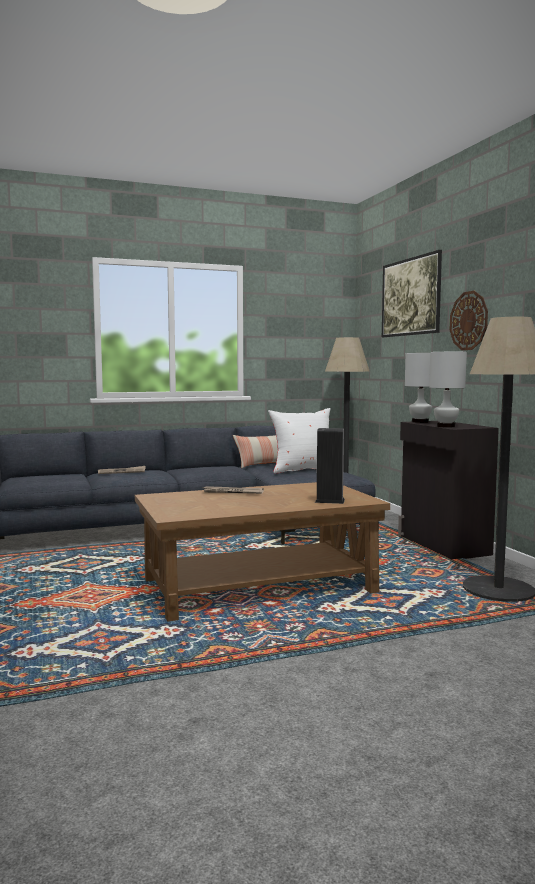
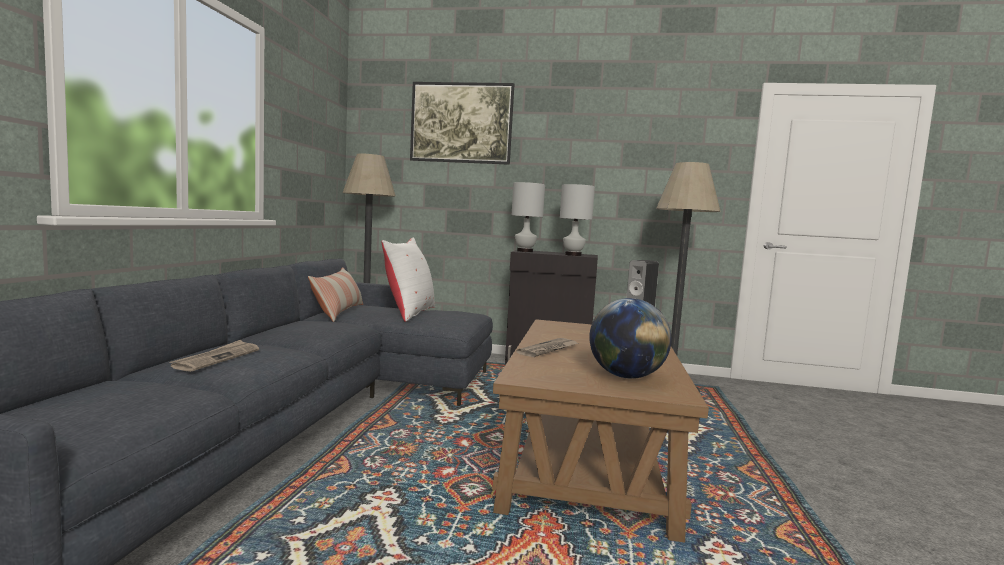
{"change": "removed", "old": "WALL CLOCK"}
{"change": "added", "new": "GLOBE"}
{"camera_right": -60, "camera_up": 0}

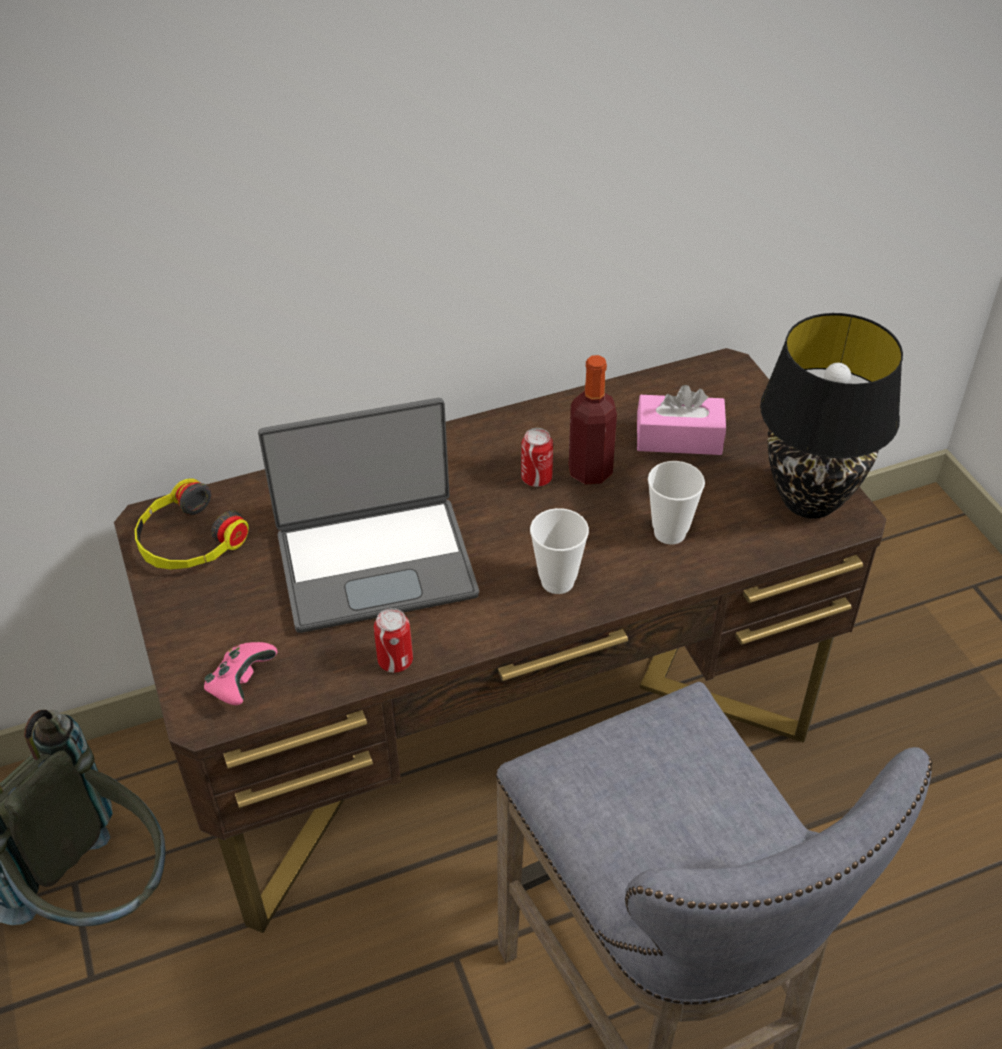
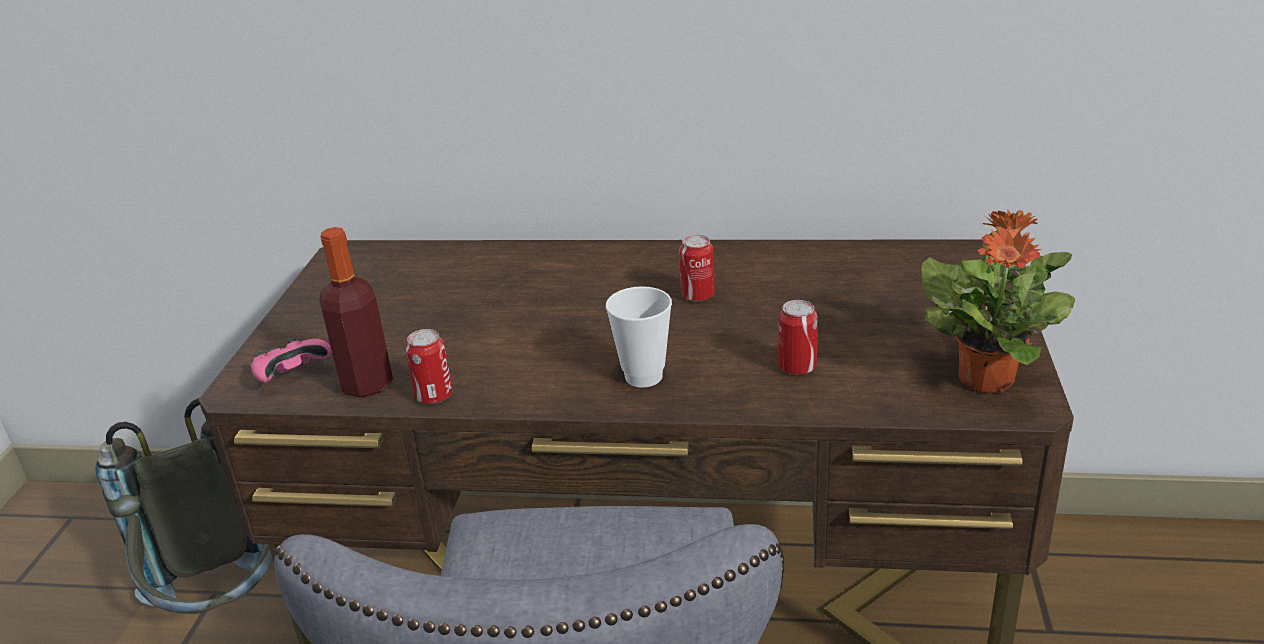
{"change": "replaced", "old": "BLACK TABLE LAMP", "new": "POTTED PLANT"}
{"change": "moved", "old": "BOTTLE"}
{"change": "removed", "old": "PINK TISSUE BOX"}
{"change": "removed", "old": "LAPTOP"}
{"change": "replaced", "old": "CUP (2nd from left)", "new": "CAN (3rd from left)"}
{"change": "removed", "old": "HEADPHONES"}
{"camera_right": 30, "camera_up": -15}

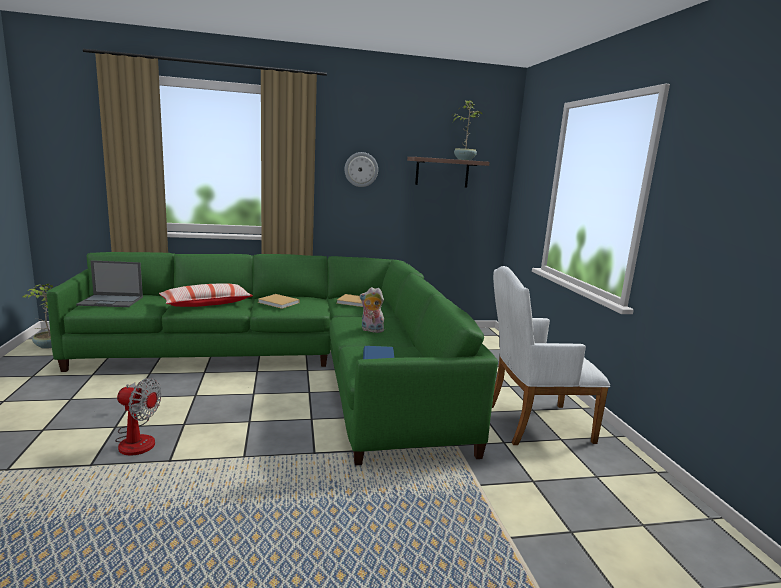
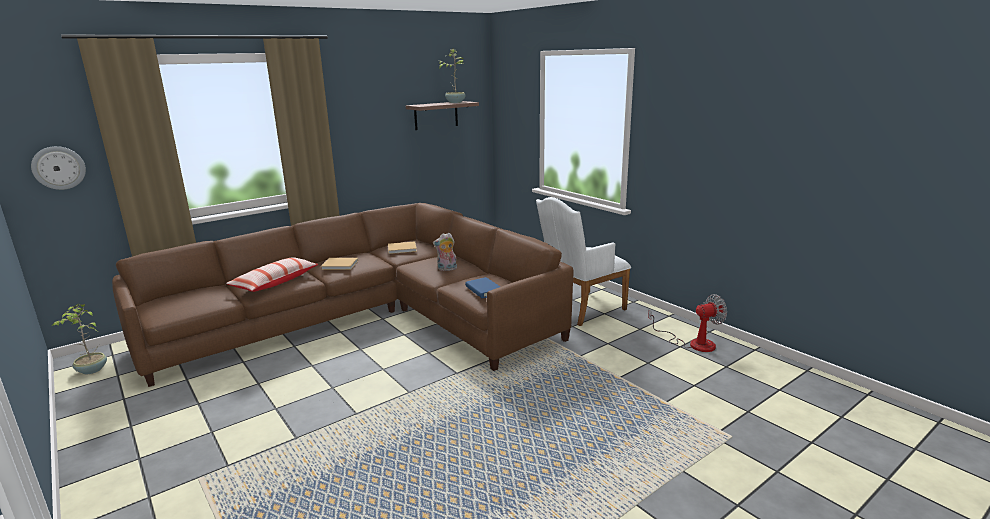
{"change": "moved", "old": "WALL CLOCK"}
{"change": "recoloured", "old": "GREEN SOFA", "new": "BROWN SOFA"}
{"change": "removed", "old": "LAPTOP"}
{"change": "moved", "old": "FAN"}
{"camera_right": -25, "camera_up": 5}

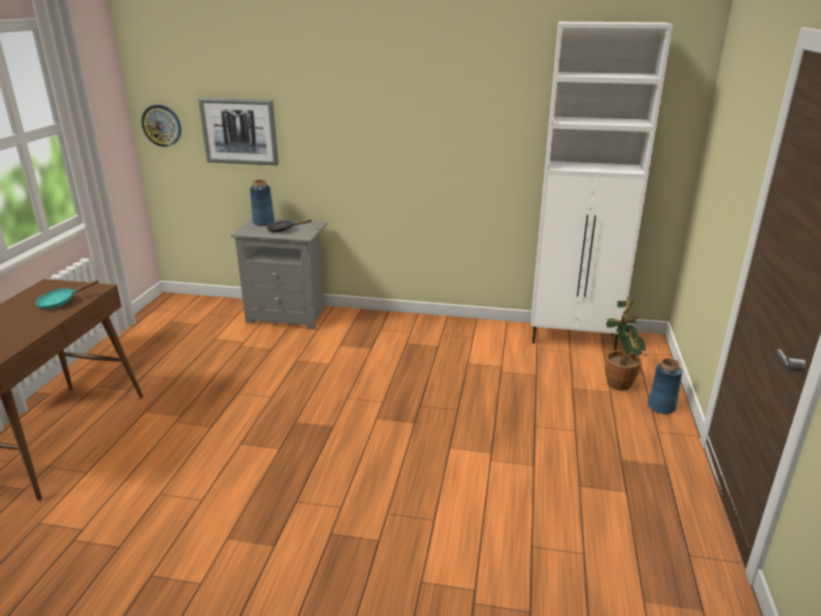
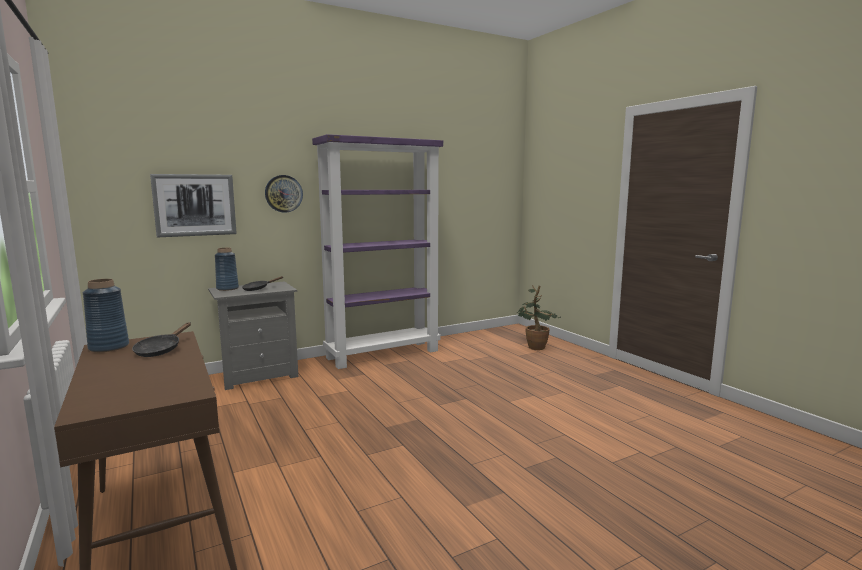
{"change": "removed", "old": "WHITE CABINET"}
{"change": "moved", "old": "WALL CLOCK"}
{"change": "recoloured", "old": "TURQUOISE FRYING PAN", "new": "BLACK FRYING PAN (1st from left)"}
{"change": "moved", "old": "BLUE VASE (2nd from left in the first image)", "new": "BLUE VASE (1st from left)"}
{"change": "added", "new": "PURPLE BOOKCASE"}
{"camera_right": -40, "camera_up": -15}

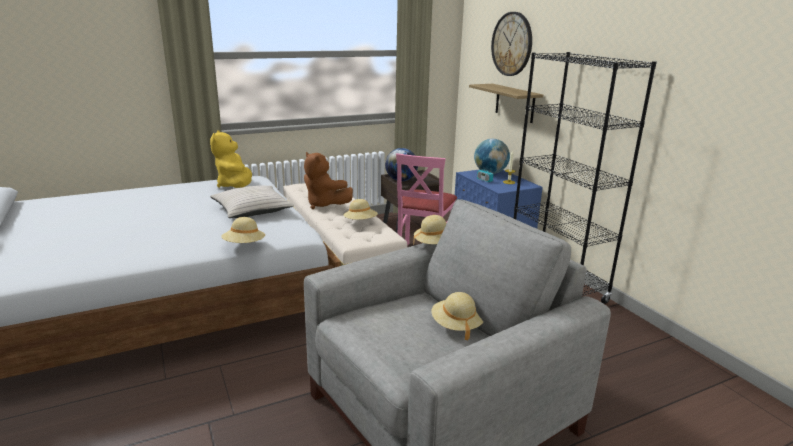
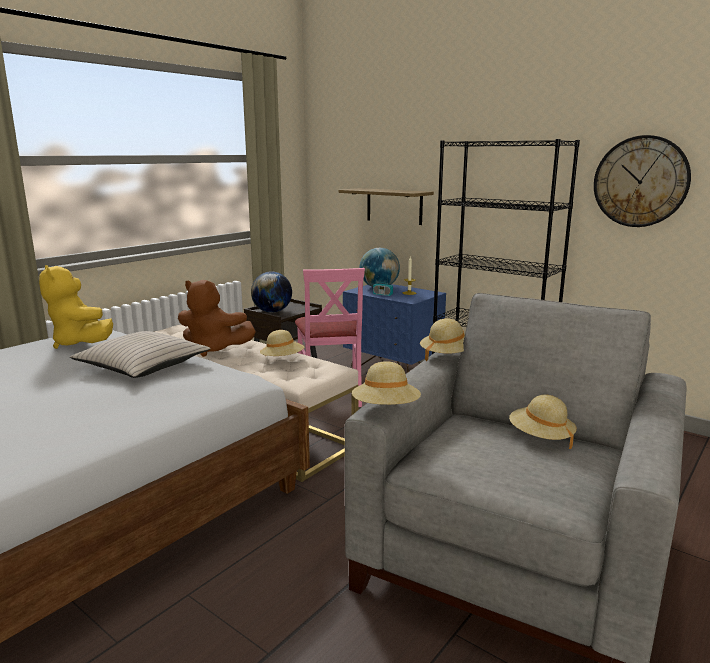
{"change": "moved", "old": "WALL CLOCK"}
{"change": "moved", "old": "BEIGE HAT (1st from left in the first image)", "new": "BEIGE HAT (2nd from left)"}
{"camera_right": -25, "camera_up": -5}

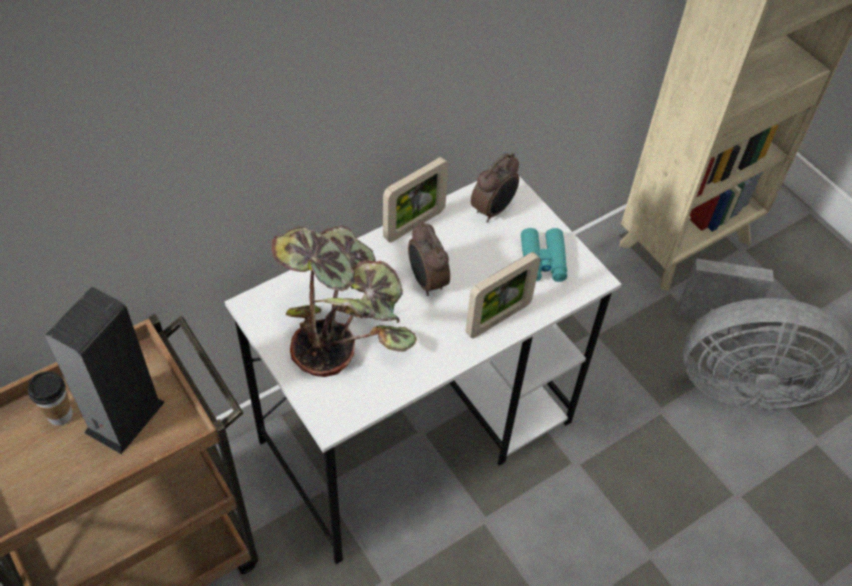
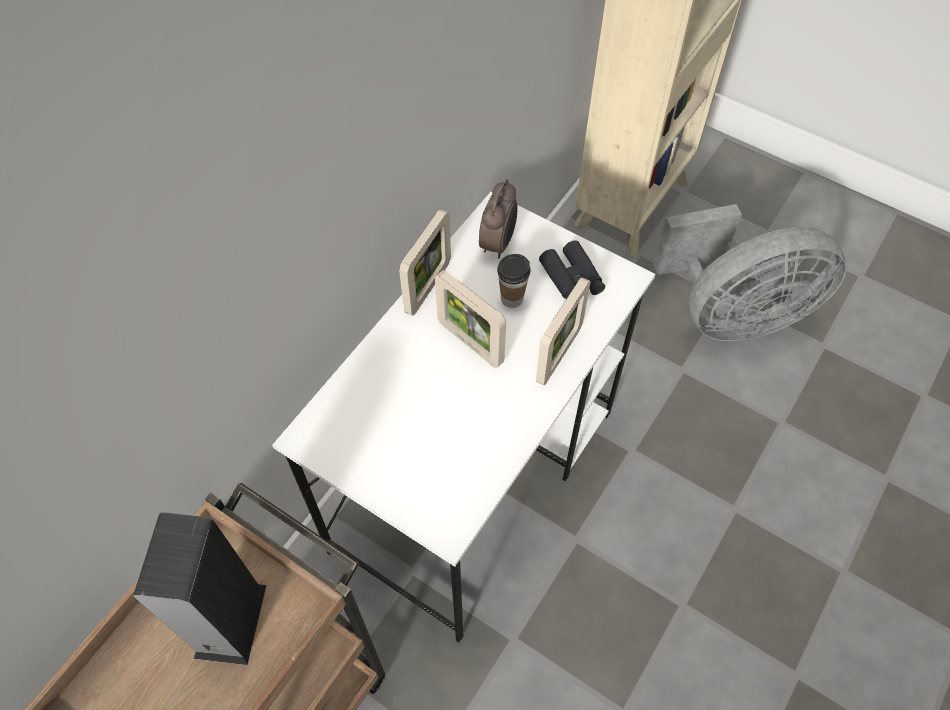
{"change": "replaced", "old": "ALARM CLOCK (1st from left)", "new": "PICTURE FRAME (2nd from left)"}
{"change": "removed", "old": "POTTED PLANT"}
{"change": "recoloured", "old": "TURQUOISE BINOCULARS", "new": "BLACK BINOCULARS"}
{"change": "moved", "old": "CUP"}
{"camera_right": -20, "camera_up": 5}

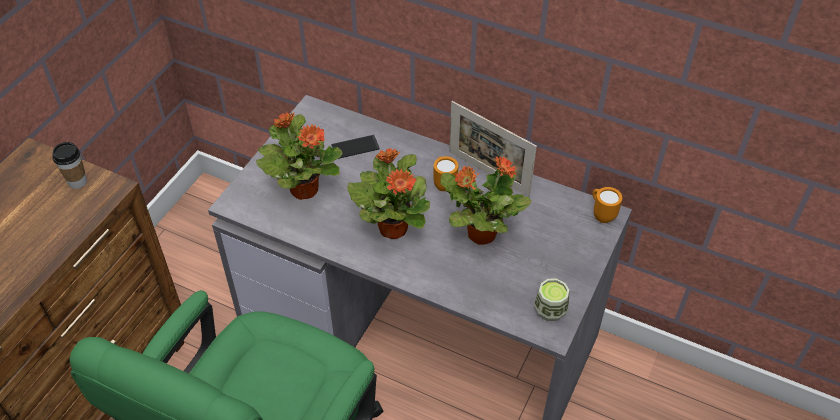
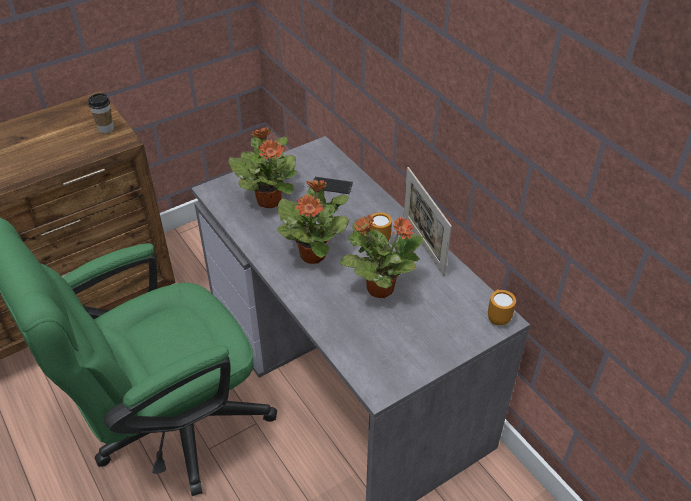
{"change": "removed", "old": "CUP (2nd from left)"}
{"camera_right": 30, "camera_up": -5}

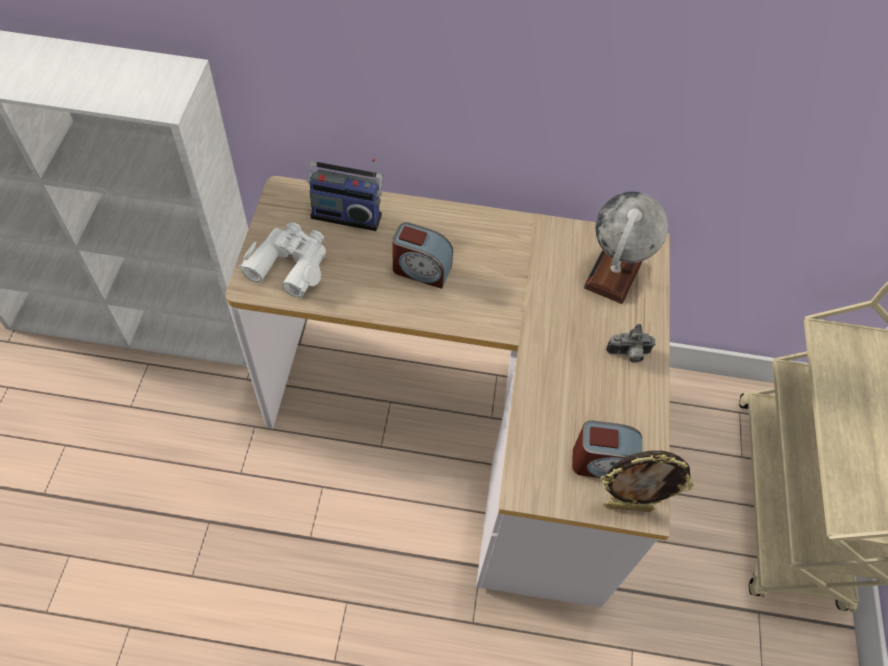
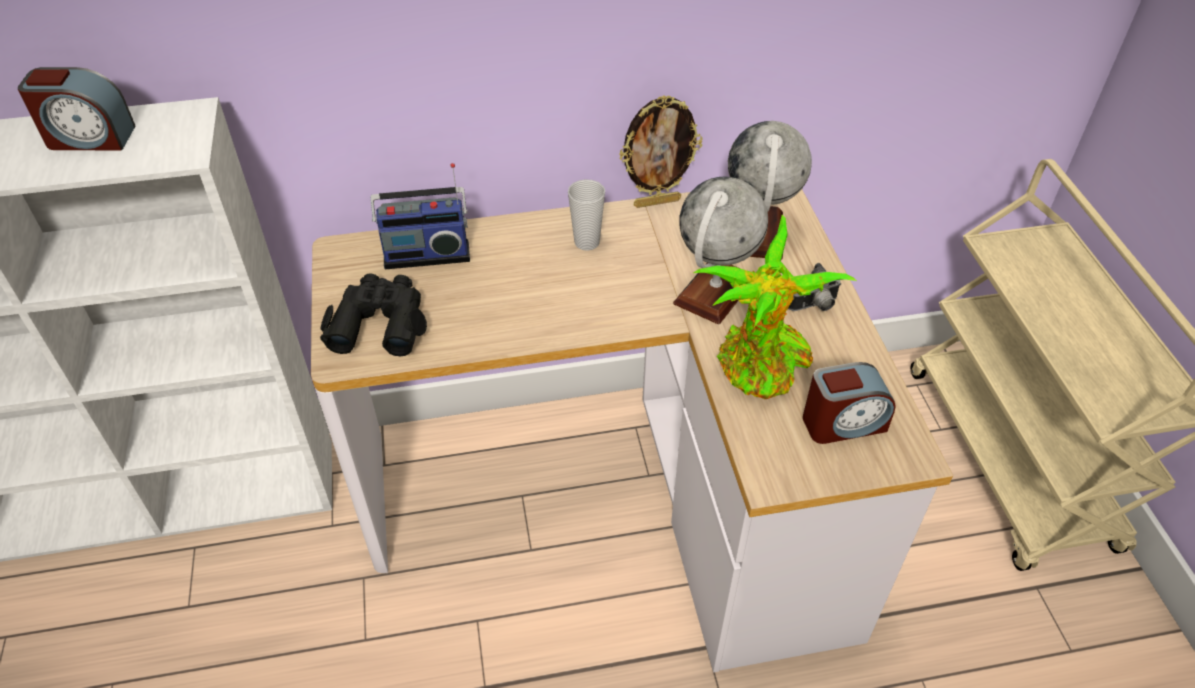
{"change": "recoloured", "old": "WHITE BINOCULARS", "new": "BLACK BINOCULARS"}
{"change": "moved", "old": "ALARM CLOCK (1st from left)"}
{"change": "moved", "old": "PICTURE FRAME"}
{"change": "added", "new": "GLOBE (1st from left)"}
{"change": "added", "new": "CUP"}
{"change": "added", "new": "POTTED PLANT"}
{"camera_right": -15, "camera_up": -10}

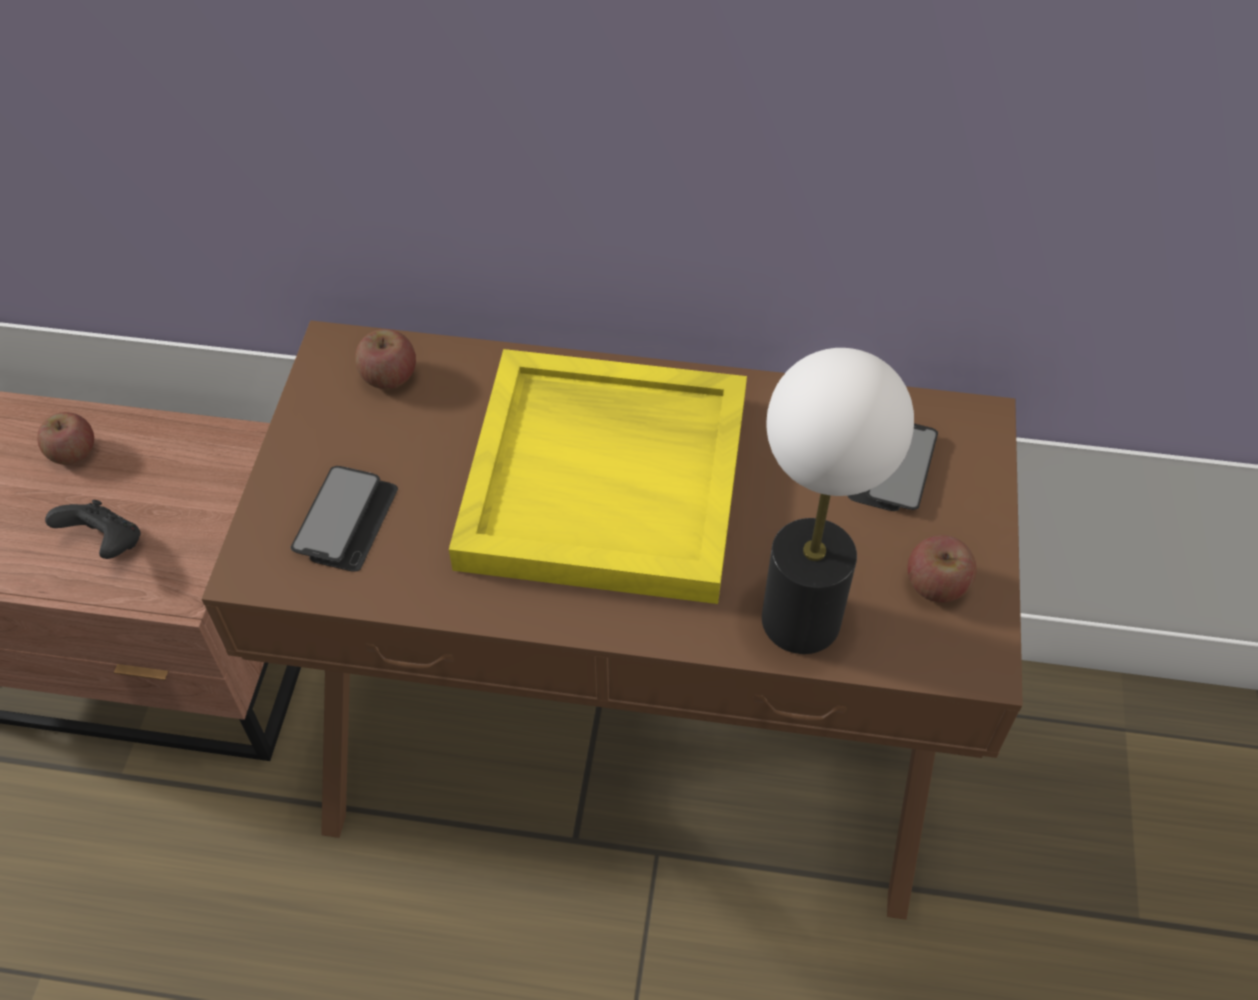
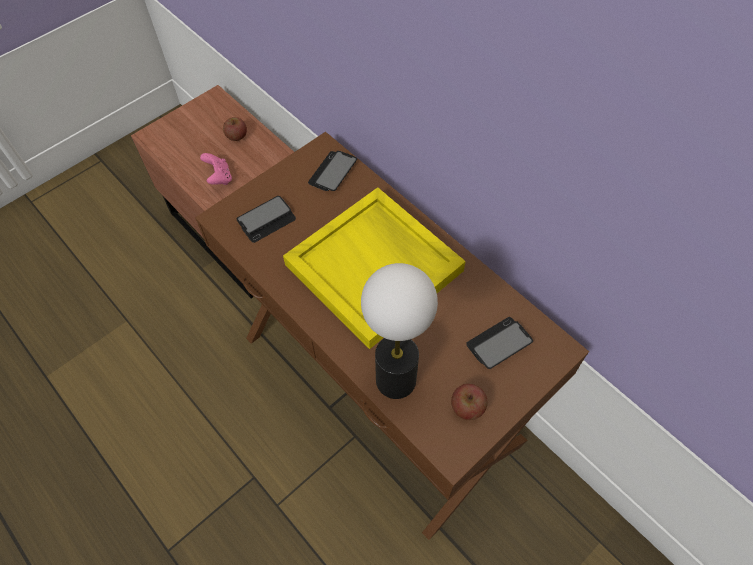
{"change": "replaced", "old": "APPLE (2nd from left)", "new": "PHONE (2nd from left)"}
{"change": "recoloured", "old": "BLACK GAME CONTROLLER", "new": "PINK GAME CONTROLLER"}
{"camera_right": 40, "camera_up": 5}

